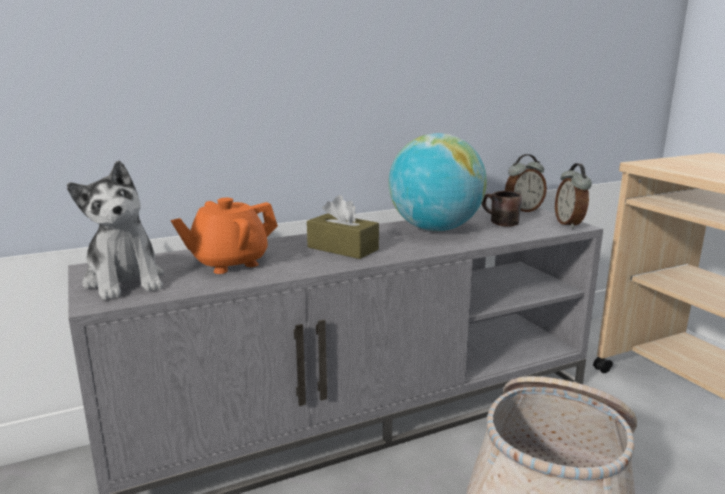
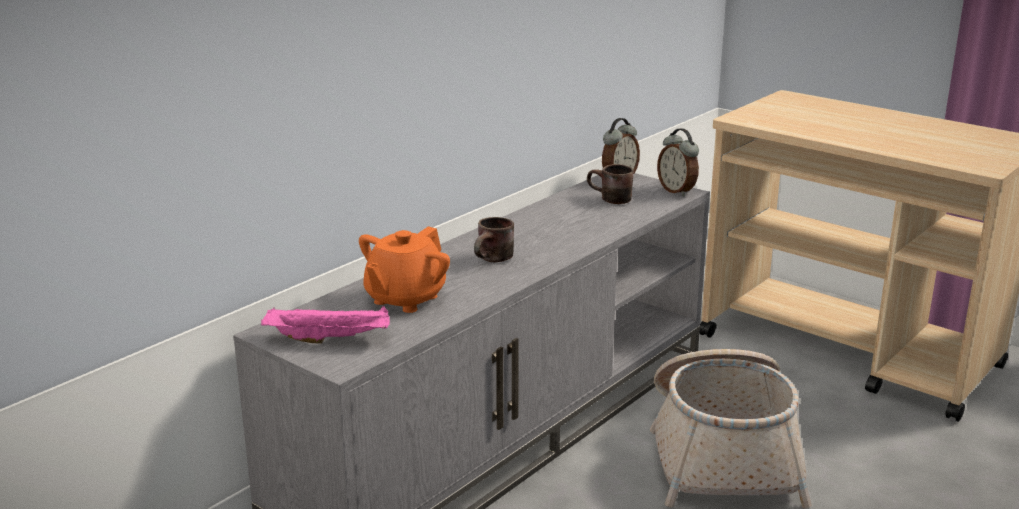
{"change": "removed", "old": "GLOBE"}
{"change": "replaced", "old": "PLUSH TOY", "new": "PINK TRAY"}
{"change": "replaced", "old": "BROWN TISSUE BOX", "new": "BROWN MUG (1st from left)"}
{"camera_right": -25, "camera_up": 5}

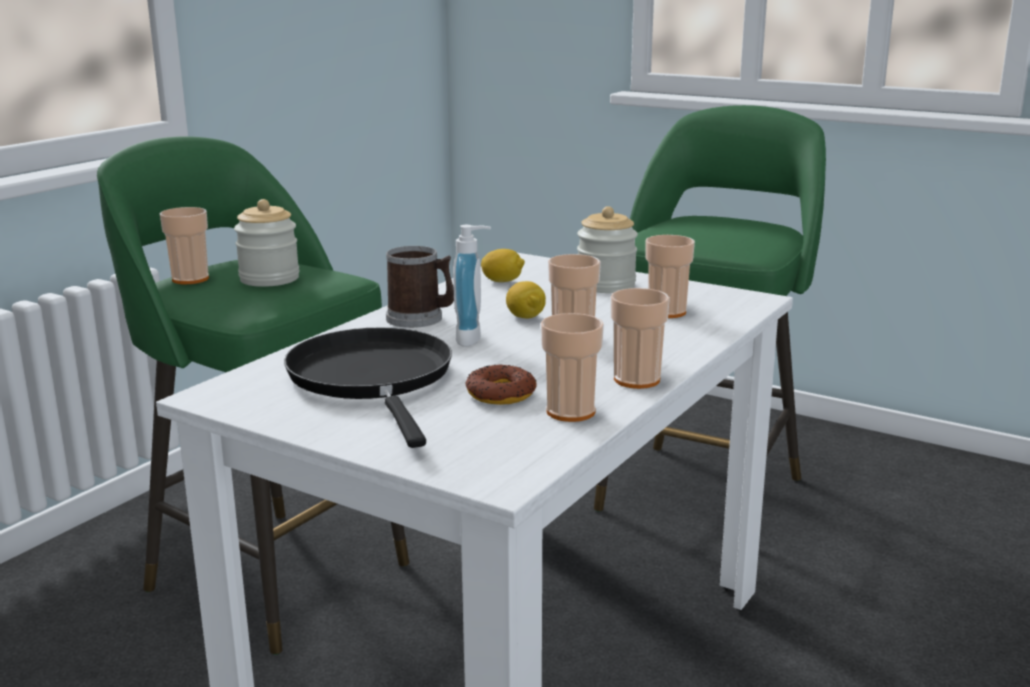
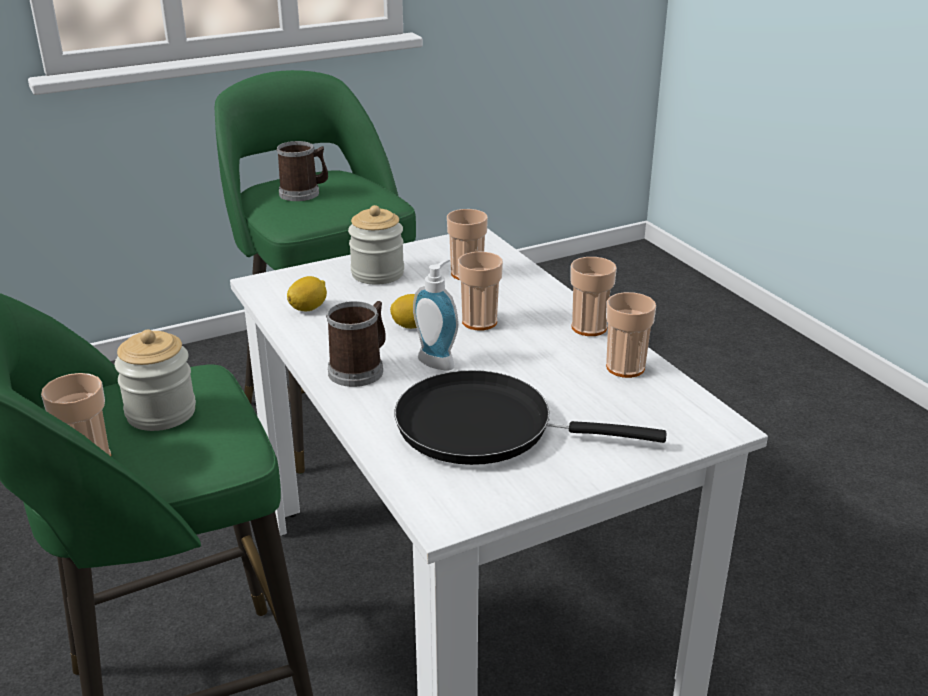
{"change": "removed", "old": "DONUT"}
{"change": "added", "new": "MUG (1st from left)"}
{"camera_right": -60, "camera_up": 10}

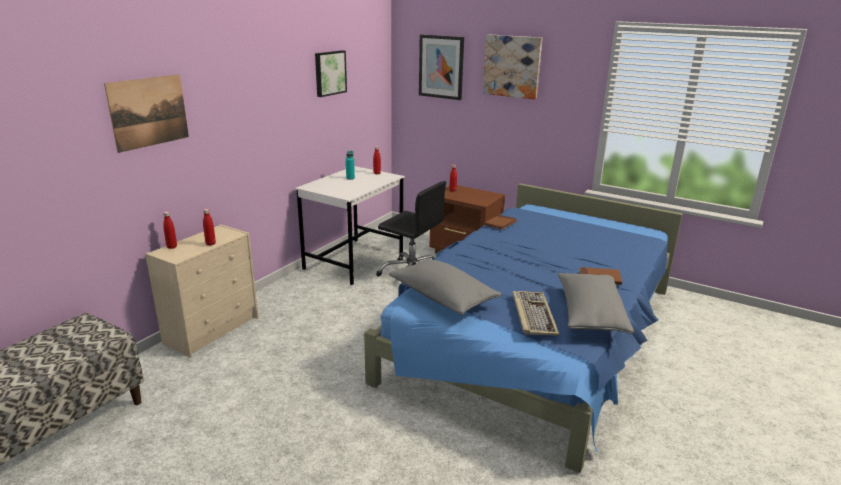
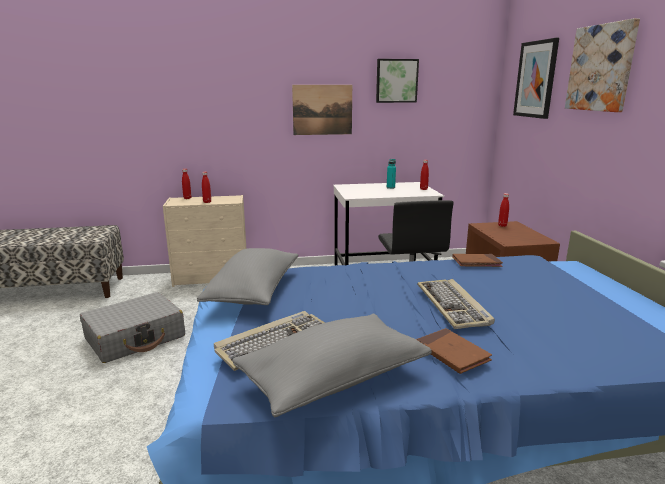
{"change": "moved", "old": "PICTURE (1st from left)"}
{"change": "added", "new": "KEYBOARD (2nd from left)"}
{"change": "added", "new": "GREY SUITCASE"}
{"camera_right": 50, "camera_up": -5}

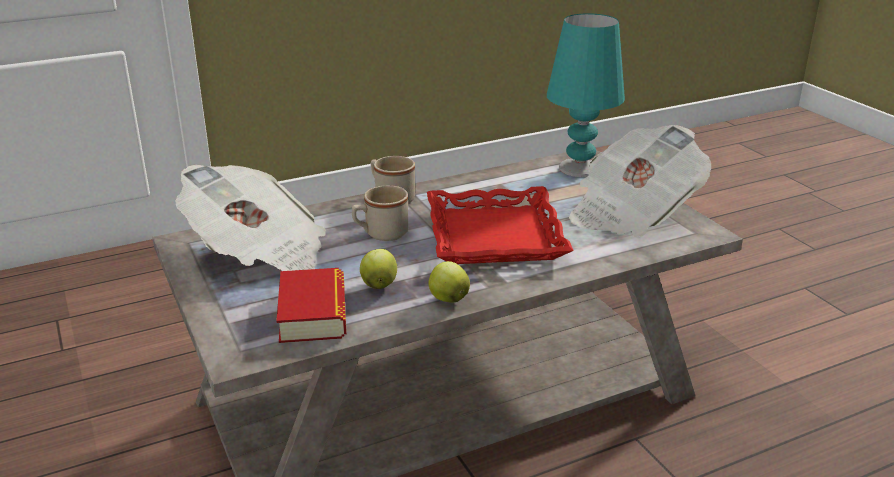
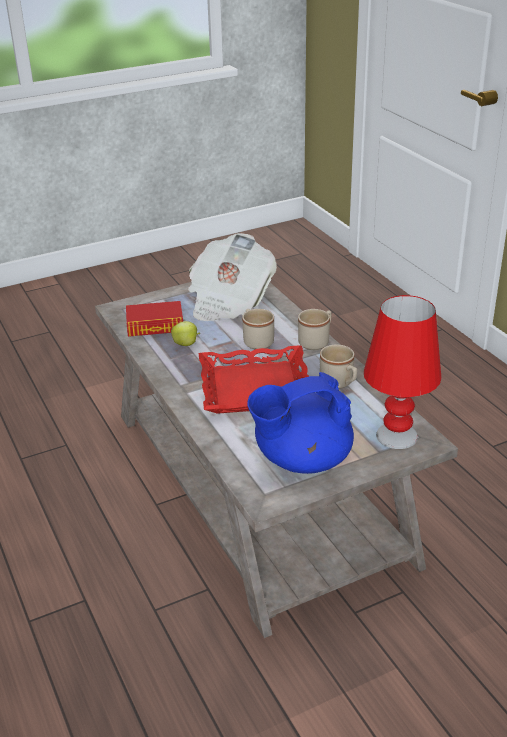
{"change": "recoloured", "old": "TURQUOISE TABLE LAMP", "new": "RED TABLE LAMP"}
{"change": "replaced", "old": "NEWSPAPER (2nd from left)", "new": "BLUE TEAPOT"}
{"change": "removed", "old": "APPLE (2nd from left)"}
{"change": "added", "new": "BEIGE MUG (3rd from left)"}
{"camera_right": 90, "camera_up": 5}

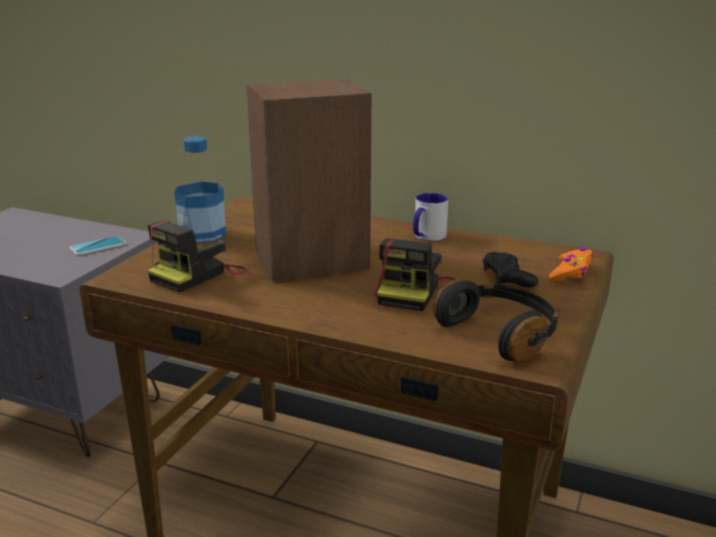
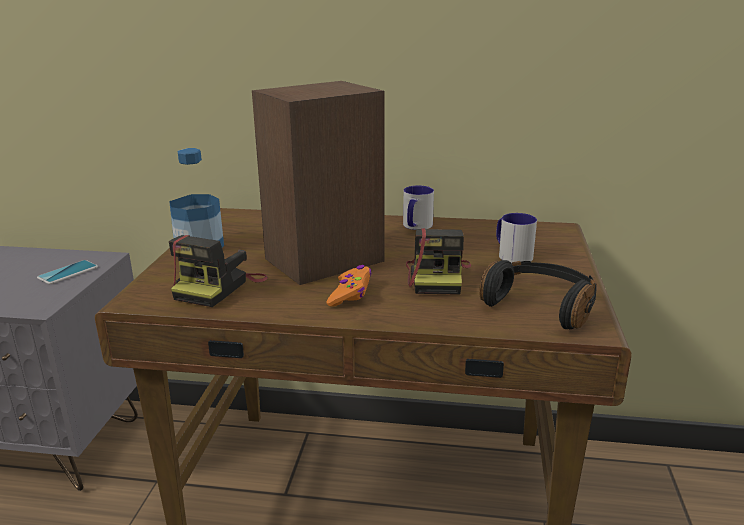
{"change": "moved", "old": "ORANGE GAME CONTROLLER"}
{"change": "replaced", "old": "BLACK GAME CONTROLLER", "new": "MUG (2nd from left)"}
{"camera_right": -15, "camera_up": 0}

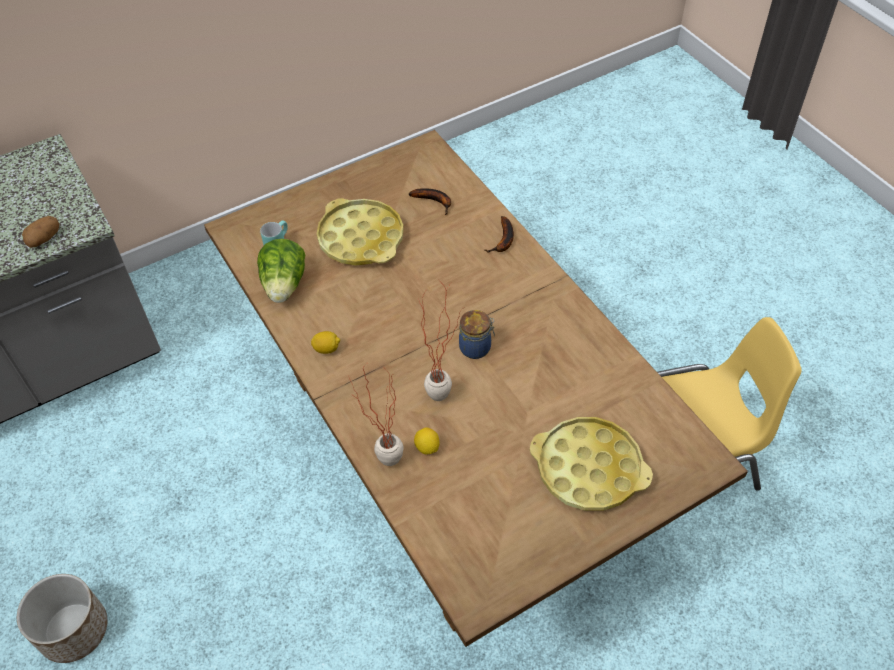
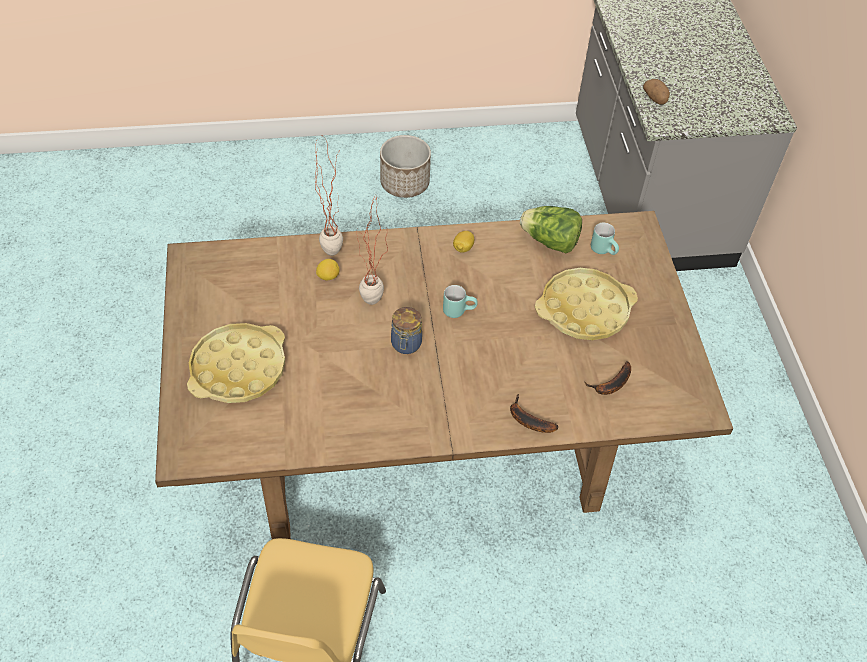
{"change": "added", "new": "TURQUOISE MUG (1st from left)"}
{"camera_right": 110, "camera_up": 0}

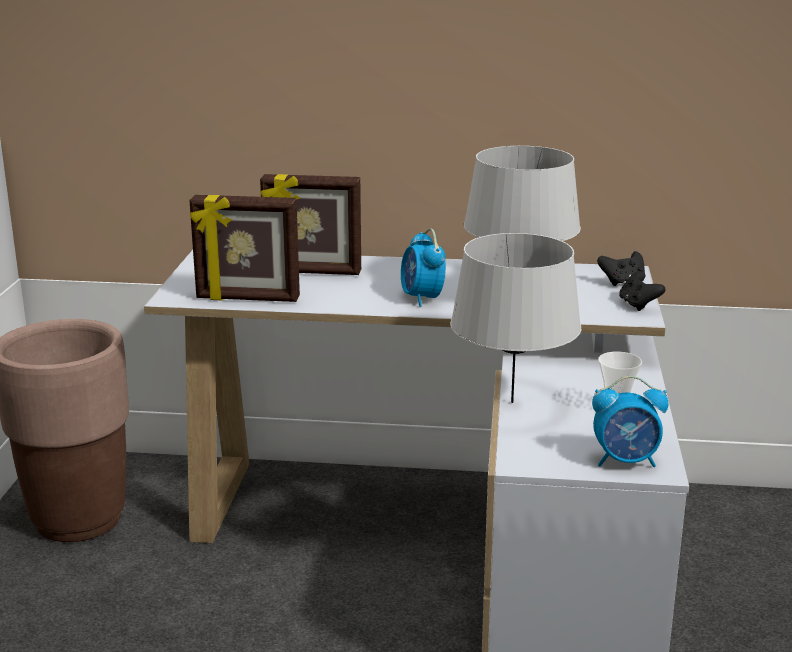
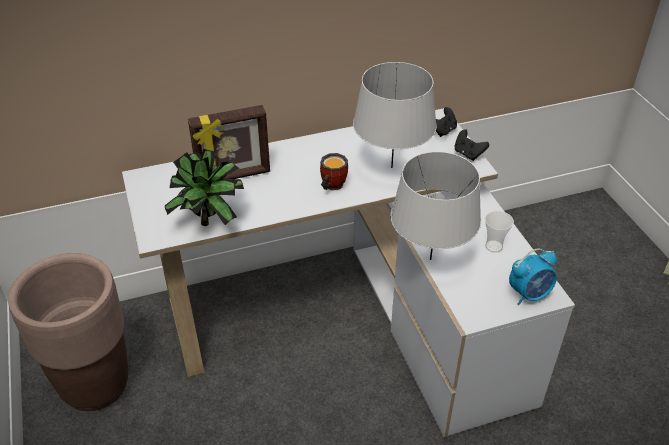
{"change": "replaced", "old": "PICTURE FRAME (1st from left)", "new": "POTTED PLANT"}
{"change": "replaced", "old": "ALARM CLOCK (1st from left)", "new": "MUG"}
{"camera_right": -25, "camera_up": 20}

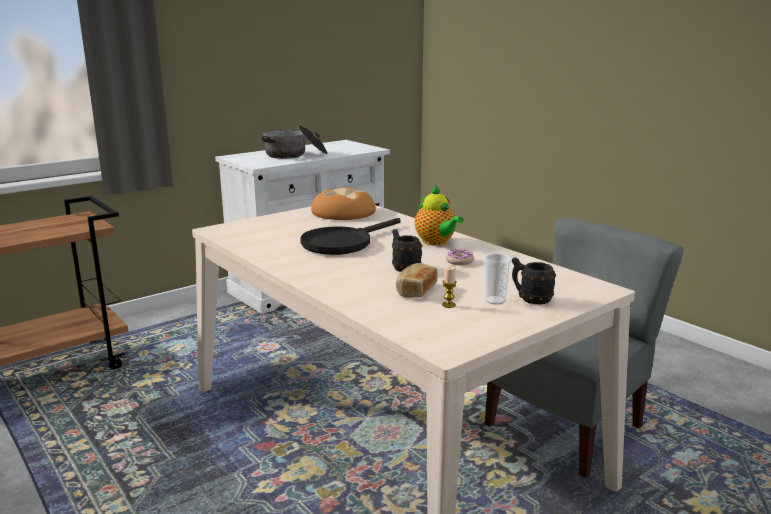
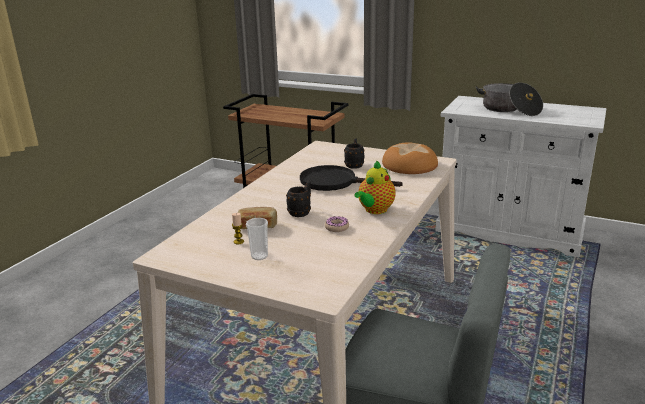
{"change": "moved", "old": "BLACK MUG (2nd from left)"}
{"camera_right": 65, "camera_up": 5}

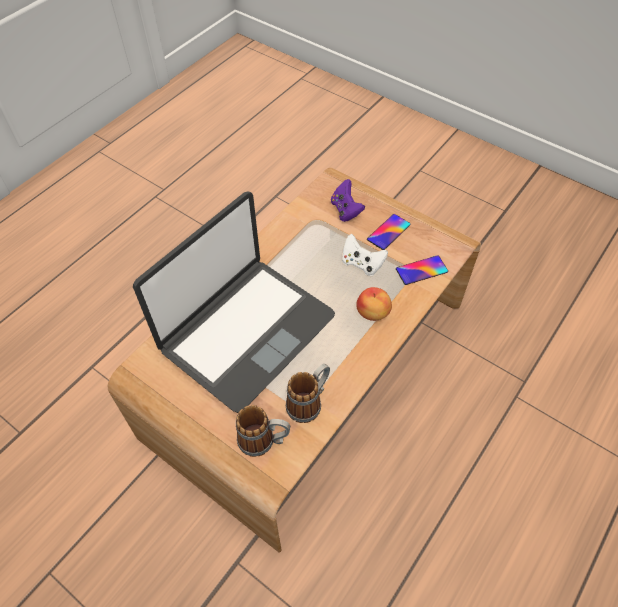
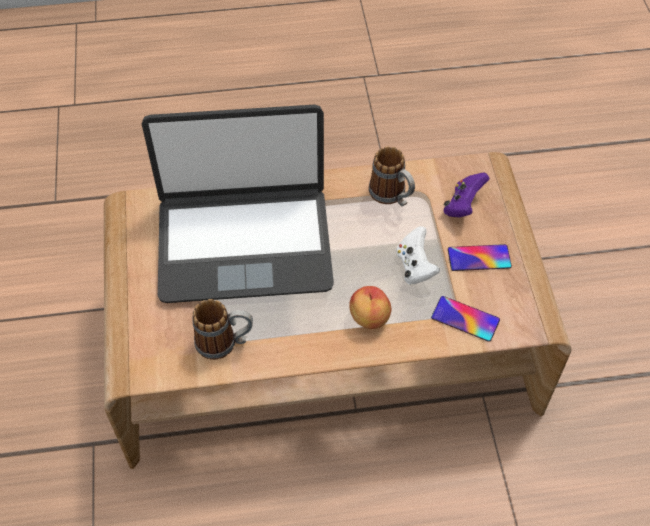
{"change": "moved", "old": "MUG (1st from left in the first image)", "new": "MUG (2nd from left)"}
{"camera_right": 45, "camera_up": 0}

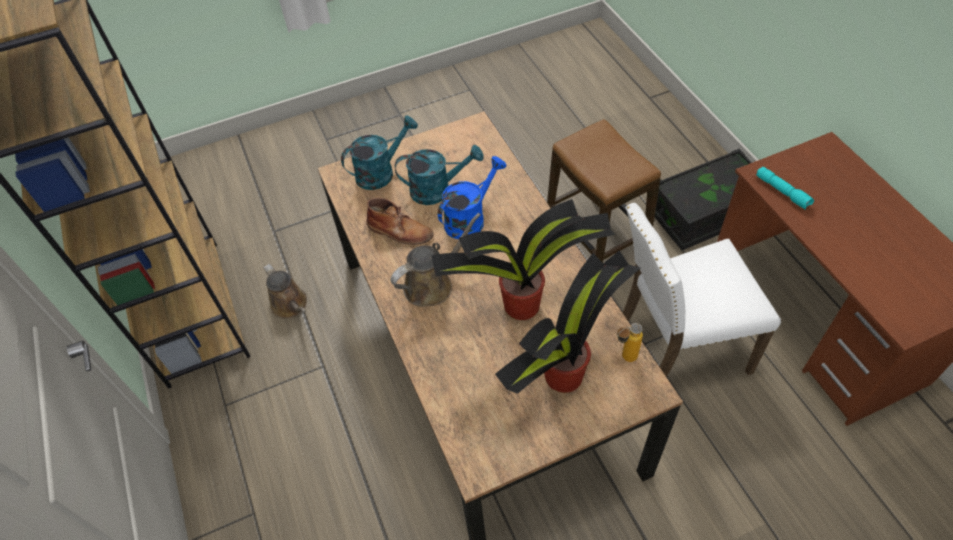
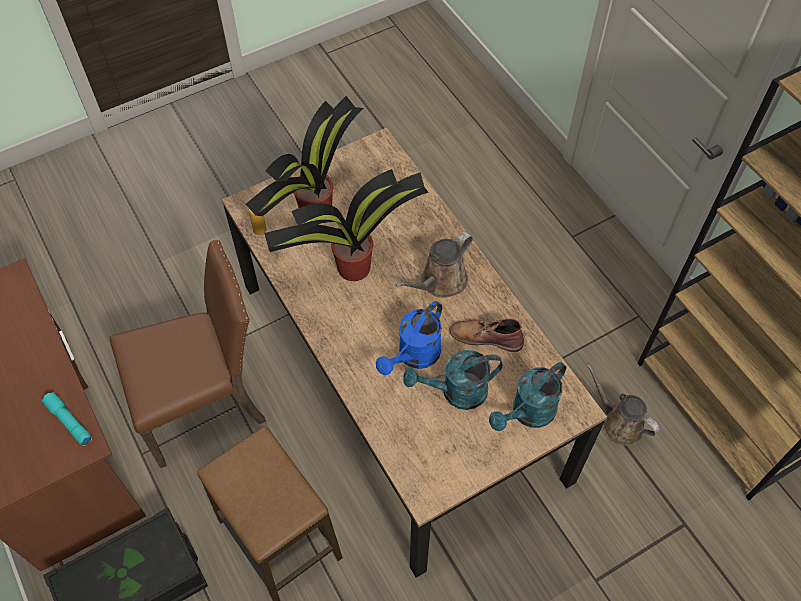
{"change": "recoloured", "old": "WHITE CHAIR", "new": "BROWN CHAIR"}
{"camera_right": 170, "camera_up": 5}

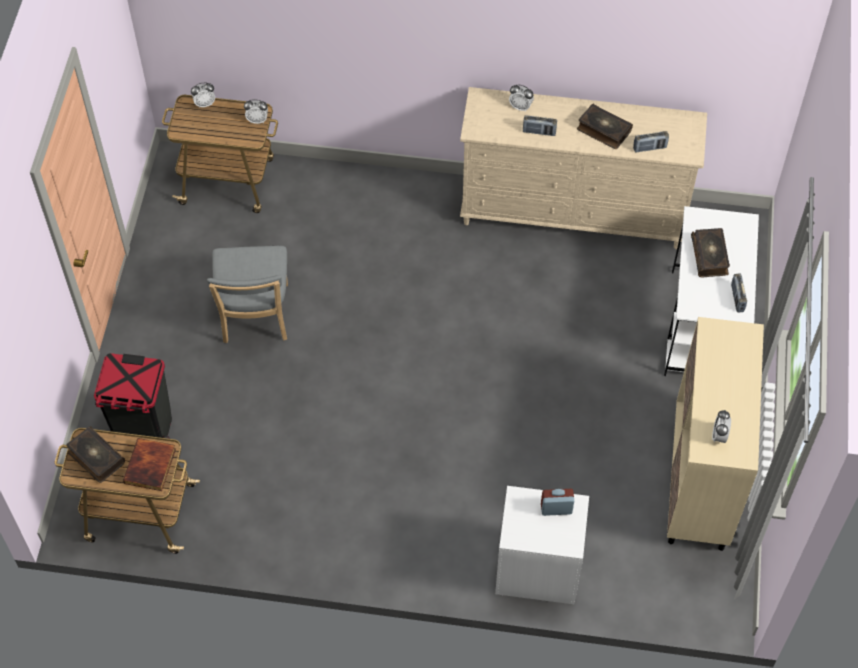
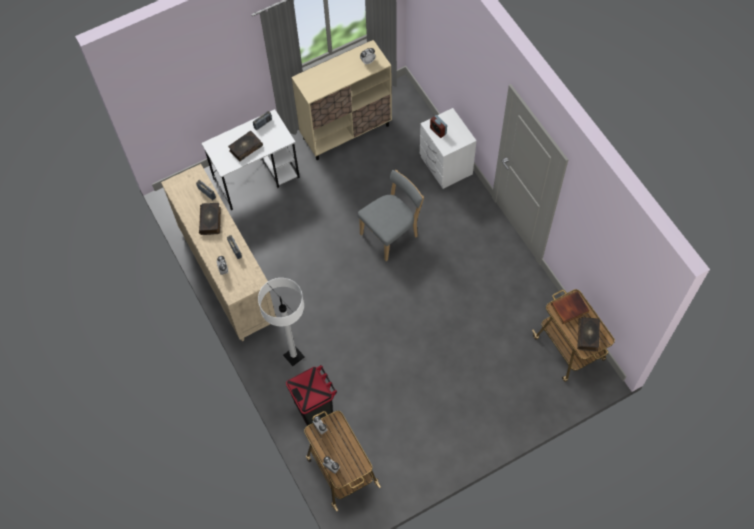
{"change": "moved", "old": "GREY CHAIR"}
{"change": "moved", "old": "BLACK TRASH CAN"}
{"change": "added", "new": "WHITE FLOOR LAMP"}
{"camera_right": -125, "camera_up": 5}

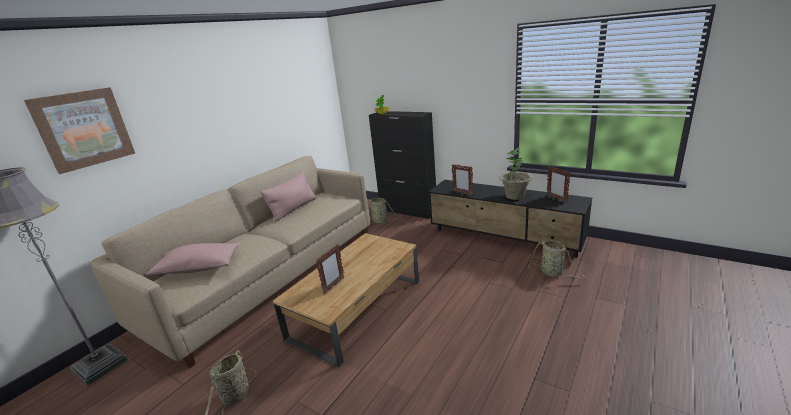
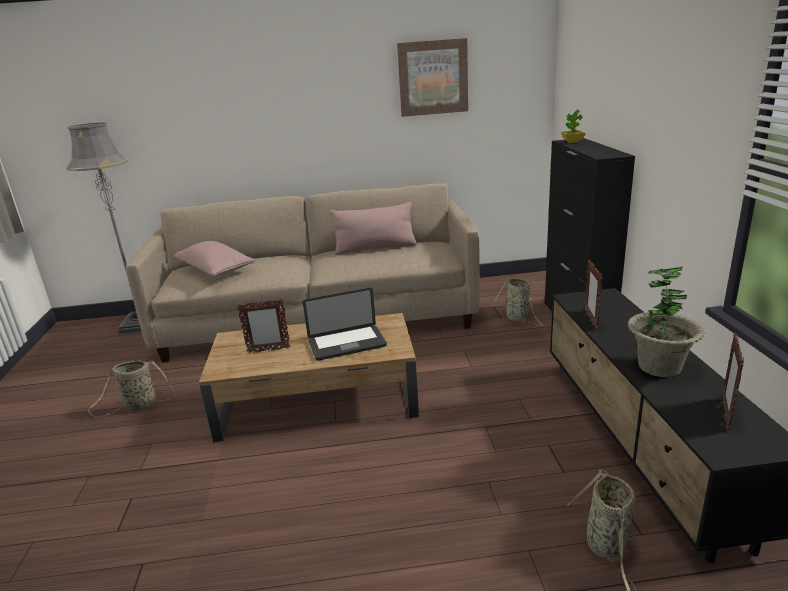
{"change": "moved", "old": "PICTURE"}
{"change": "added", "new": "LAPTOP"}
{"camera_right": 50, "camera_up": 0}

